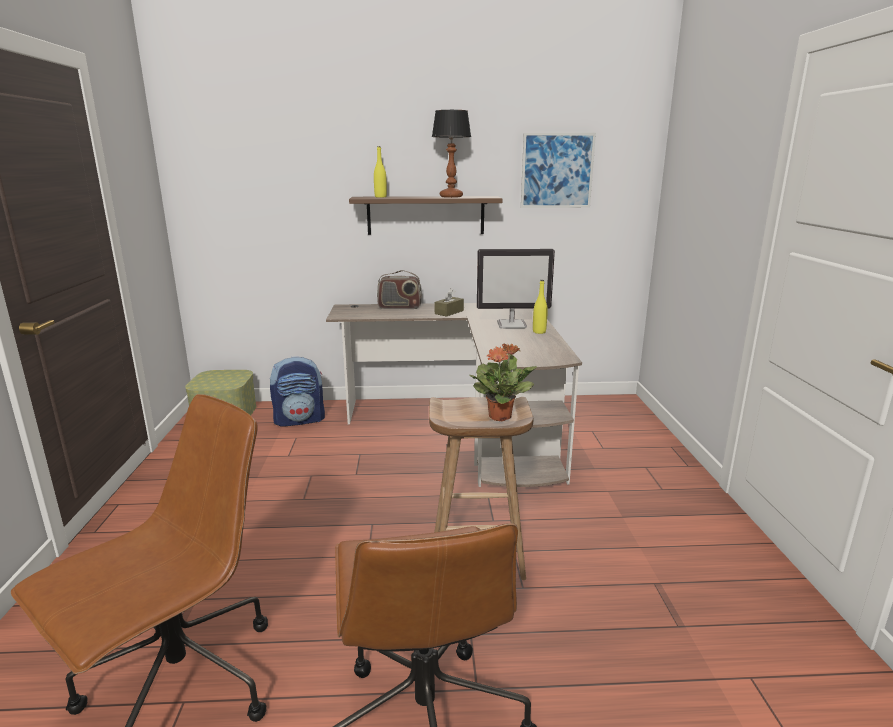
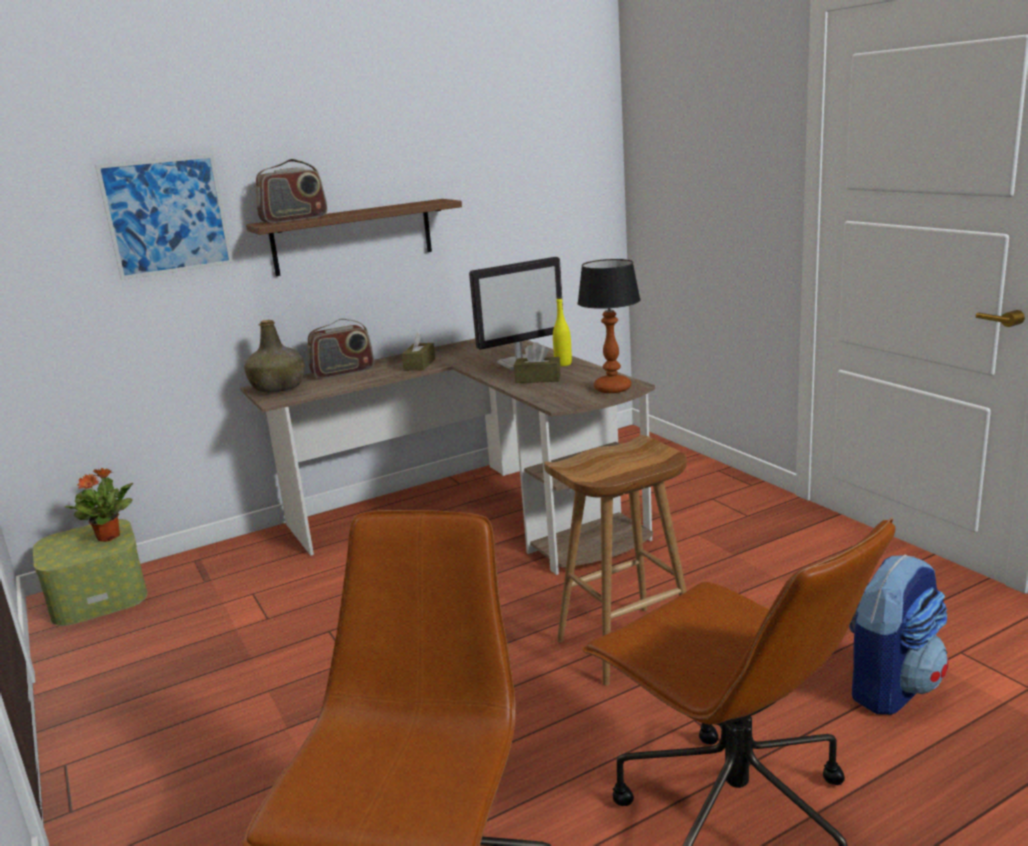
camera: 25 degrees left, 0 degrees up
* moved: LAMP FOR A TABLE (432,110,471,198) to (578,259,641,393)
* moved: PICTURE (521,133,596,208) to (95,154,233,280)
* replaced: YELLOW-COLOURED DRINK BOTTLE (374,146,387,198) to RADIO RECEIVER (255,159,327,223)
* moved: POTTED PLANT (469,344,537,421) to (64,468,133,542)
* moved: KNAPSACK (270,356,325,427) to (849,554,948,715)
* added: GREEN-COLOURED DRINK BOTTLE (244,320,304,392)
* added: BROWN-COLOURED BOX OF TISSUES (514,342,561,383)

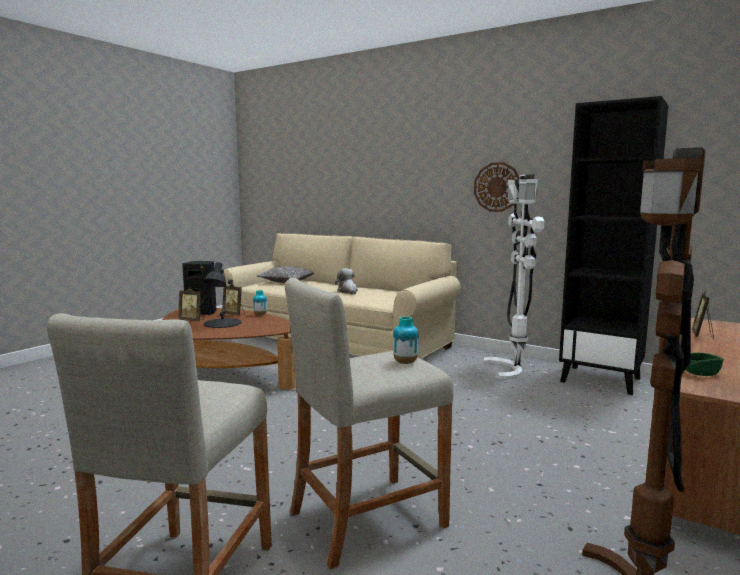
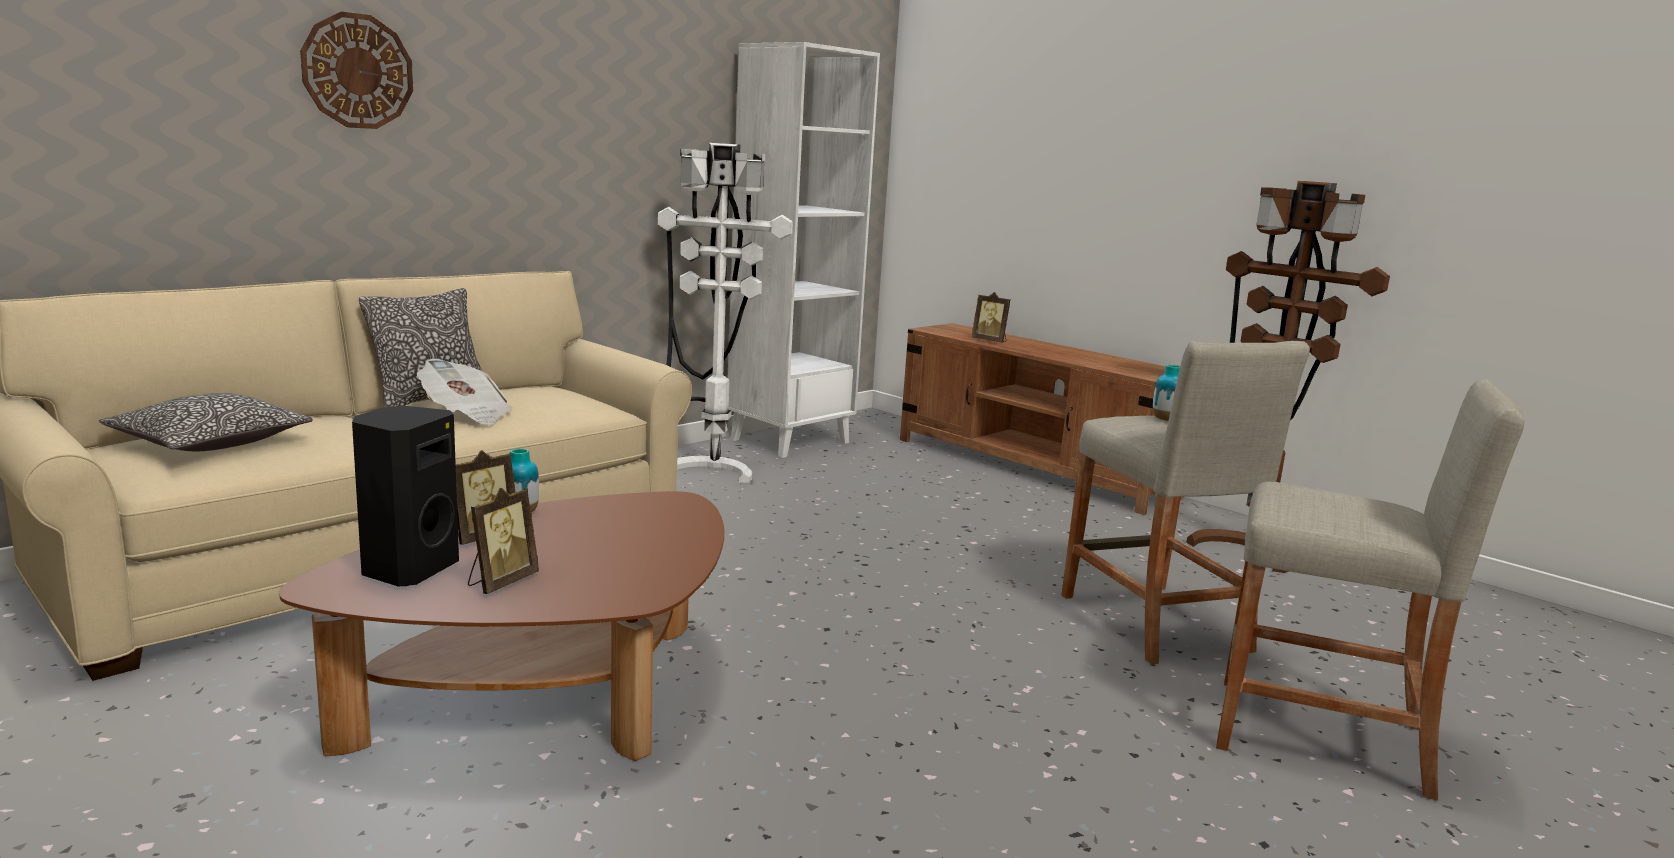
camera: 80 degrees left, 5 degrees up
* recoloured: BLACK-COLOURED SHELVING UNIT (559,96,669,395) to WHITE-COLOURED SHELVING UNIT (728,42,880,458)
* moved: WALL CLOCK (474,162,520,212) to (300,12,413,129)
* removed: BLACK-COLOURED LAMP FOR A TABLE (203,262,241,328)
* replaced: PLUSH TOY (335,268,358,295) to NEWSPAPER (417,359,513,425)
* removed: GREEN-COLOURED BOWL (685,352,724,376)
* added: PILLOW (359,288,482,408)

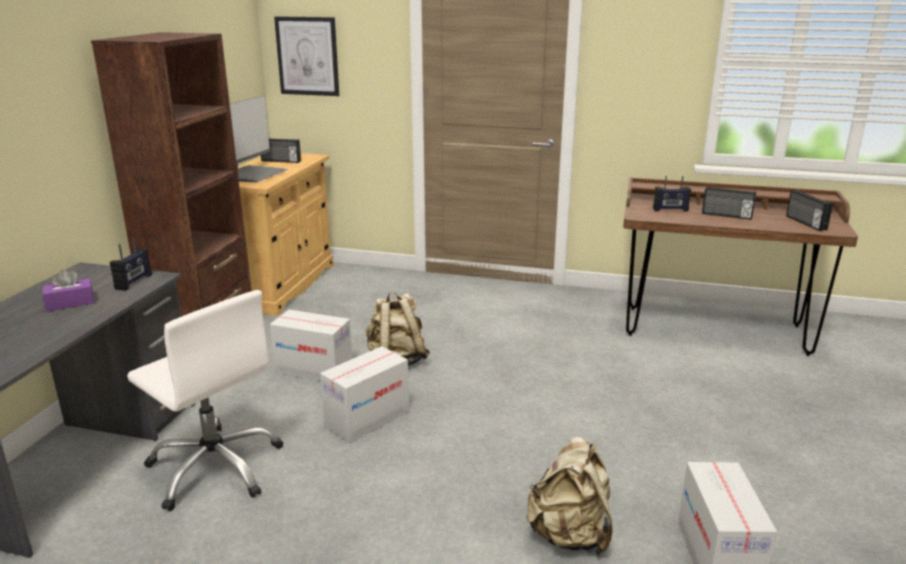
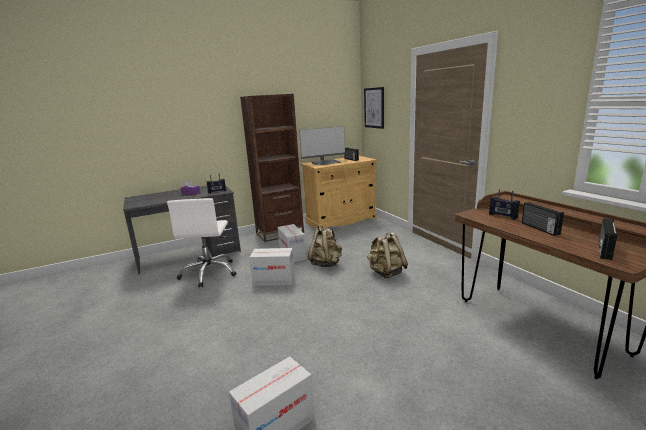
camera: 50 degrees right, 5 degrees down
* moved: SAND-COLOURED KNAPSACK (526,437,613,556) to (367,232,408,279)

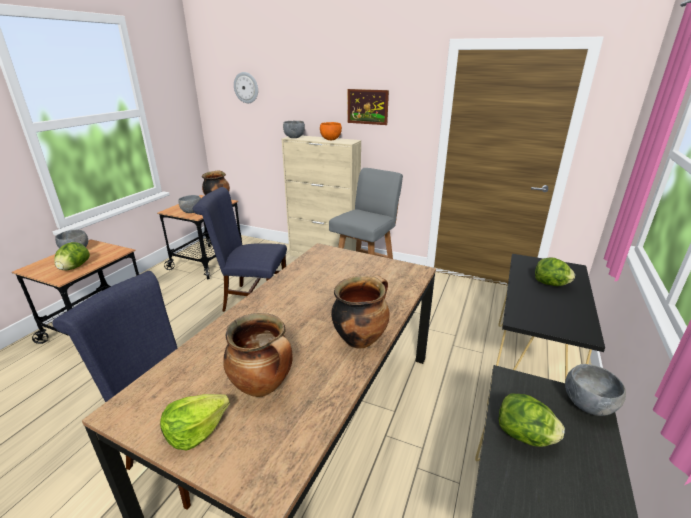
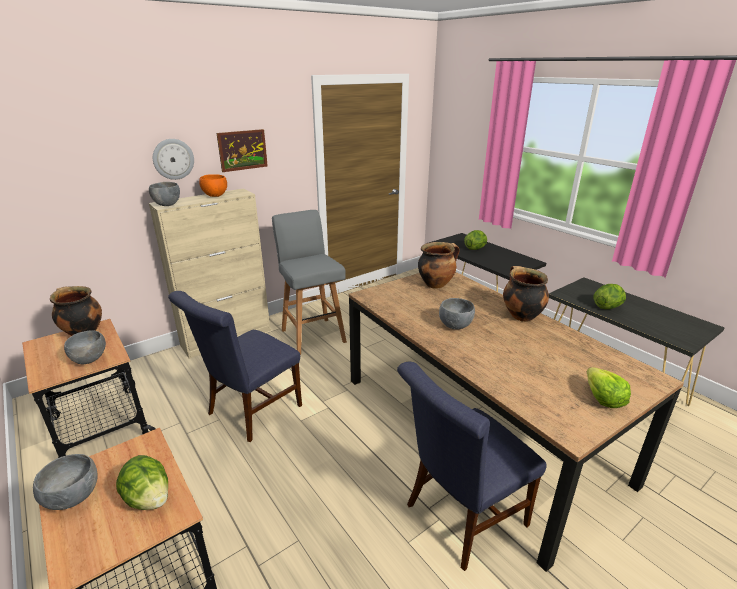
camera: 60 degrees left, 0 degrees up
* moved: WALL CLOCK (234,72,258,103) to (153,139,194,180)
* moved: SAUCEPOT (223,313,293,397) to (418,242,460,289)
* moved: GREY BOWL (565,364,626,416) to (439,298,475,330)

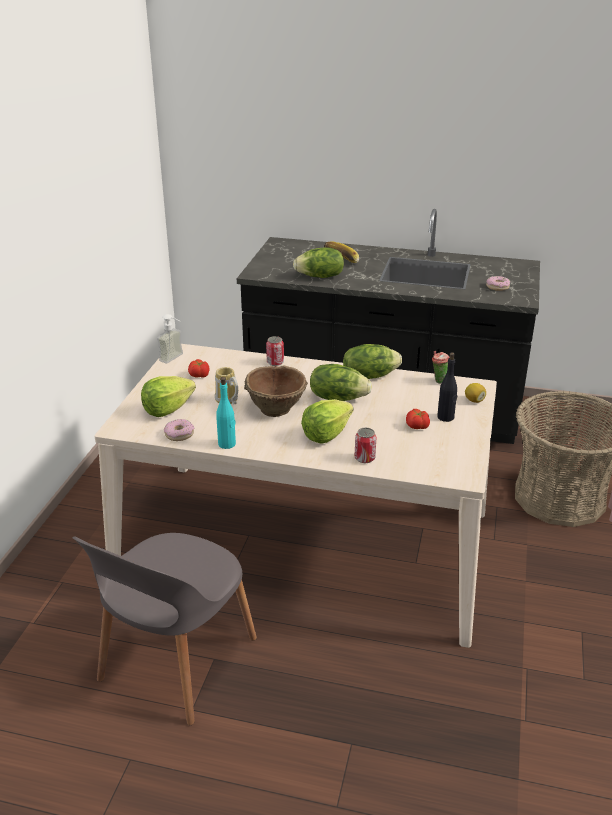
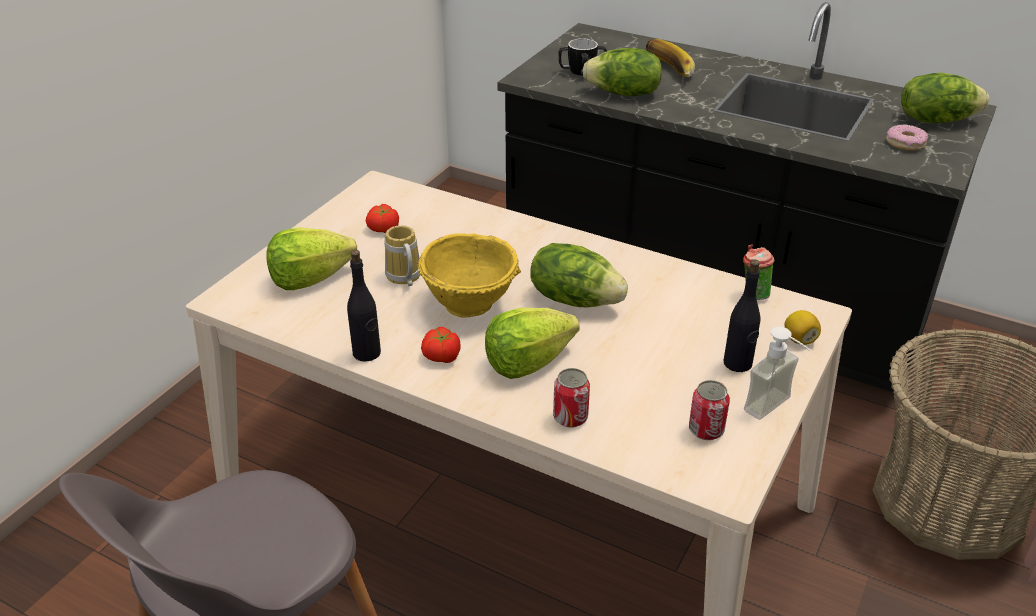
camera: 15 degrees right, 5 degrees up
* moved: LIQUID SOAP BOTTLE (157,314,183,363) to (744,327,810,420)
* moved: SEALED CAN (266,336,284,366) to (689,380,730,440)
* moved: LETTUCE (343,344,402,379) to (901,73,989,123)
* recoloured: BROWN-COLOURED BOWL (244,366,308,417) to YELLOW-COLOURED BOWL (417,233,521,317)
* recoloured: BLUE-GREEN DRINK BOTTLE (216,377,236,449) to BLACK-COLOURED DRINK BOTTLE (347,250,381,362)
* moved: FRESH TOMATO (406,409,430,429) to (421,327,461,363)
* removed: DONUT (164,419,194,441)
* added: TEA MUG (558,38,607,75)

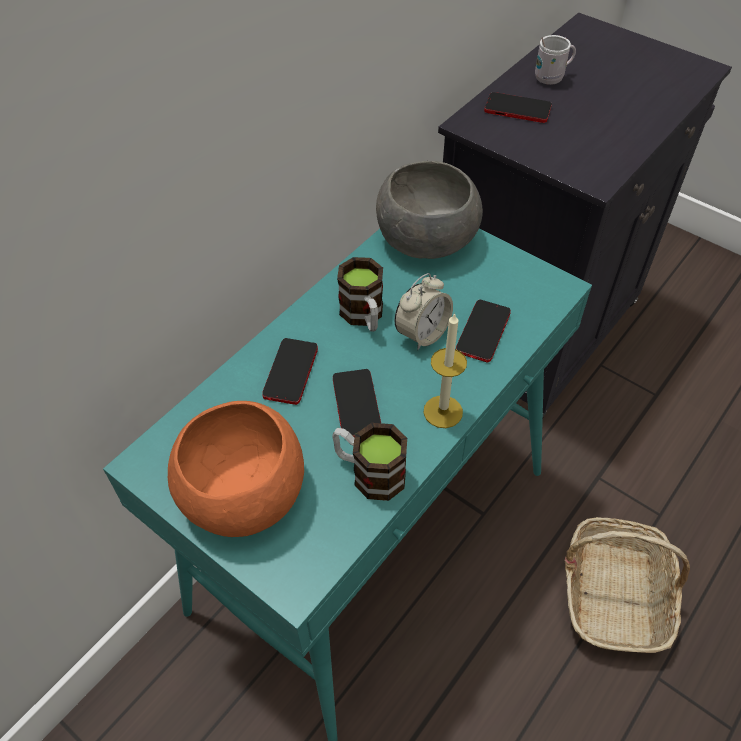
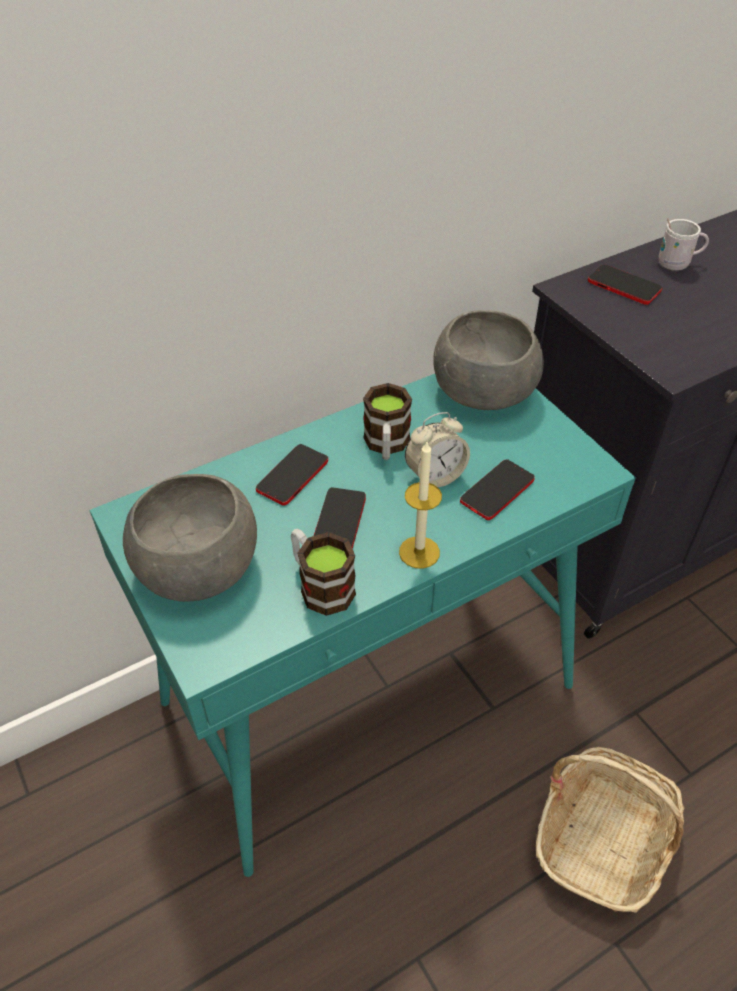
camera: 20 degrees right, 5 degrees down
* recoloured: ORANGE-COLOURED BOWL (168,401,304,537) to GREY BOWL (123,474,257,602)

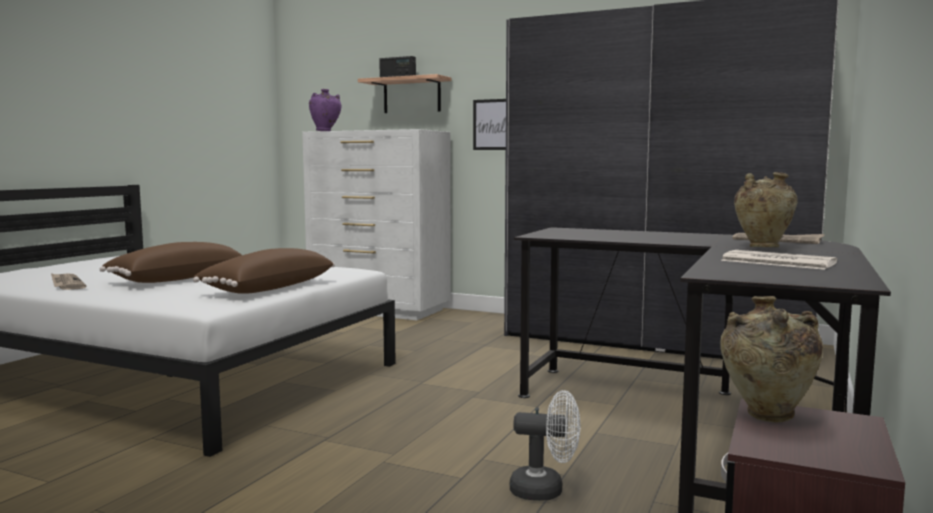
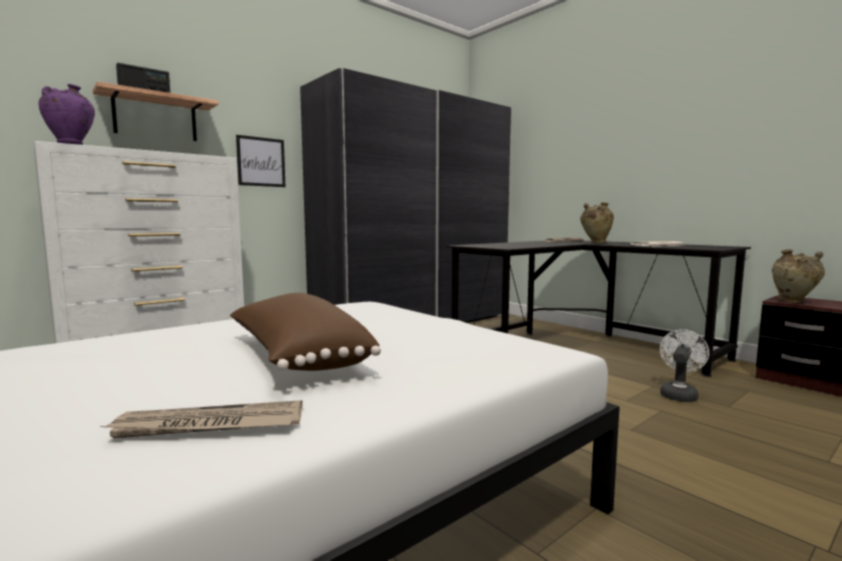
camera: 65 degrees left, 0 degrees up
* removed: BROWN-COLOURED PILLOW (193,248,335,294)

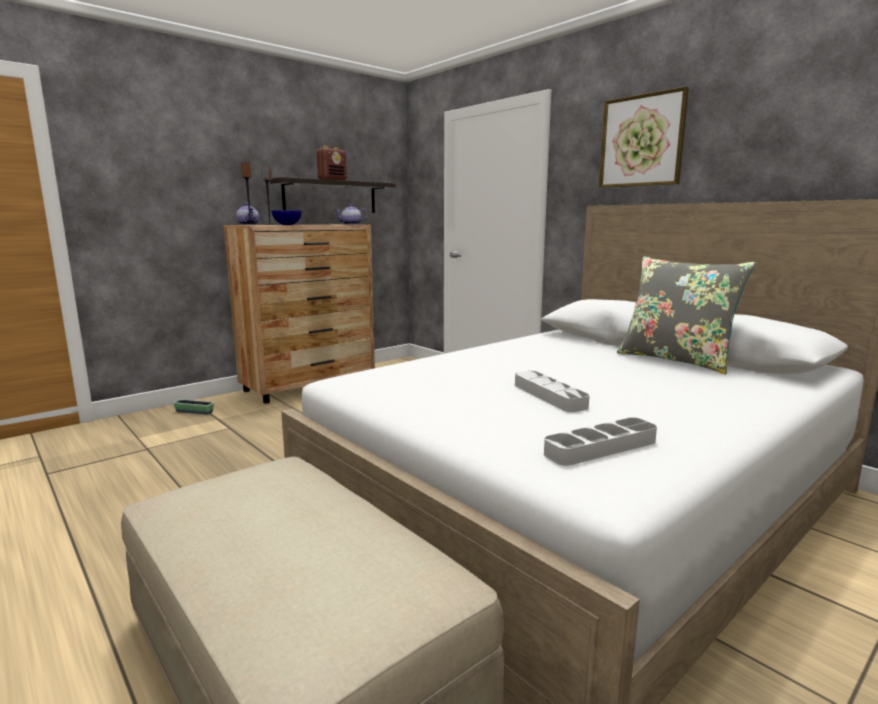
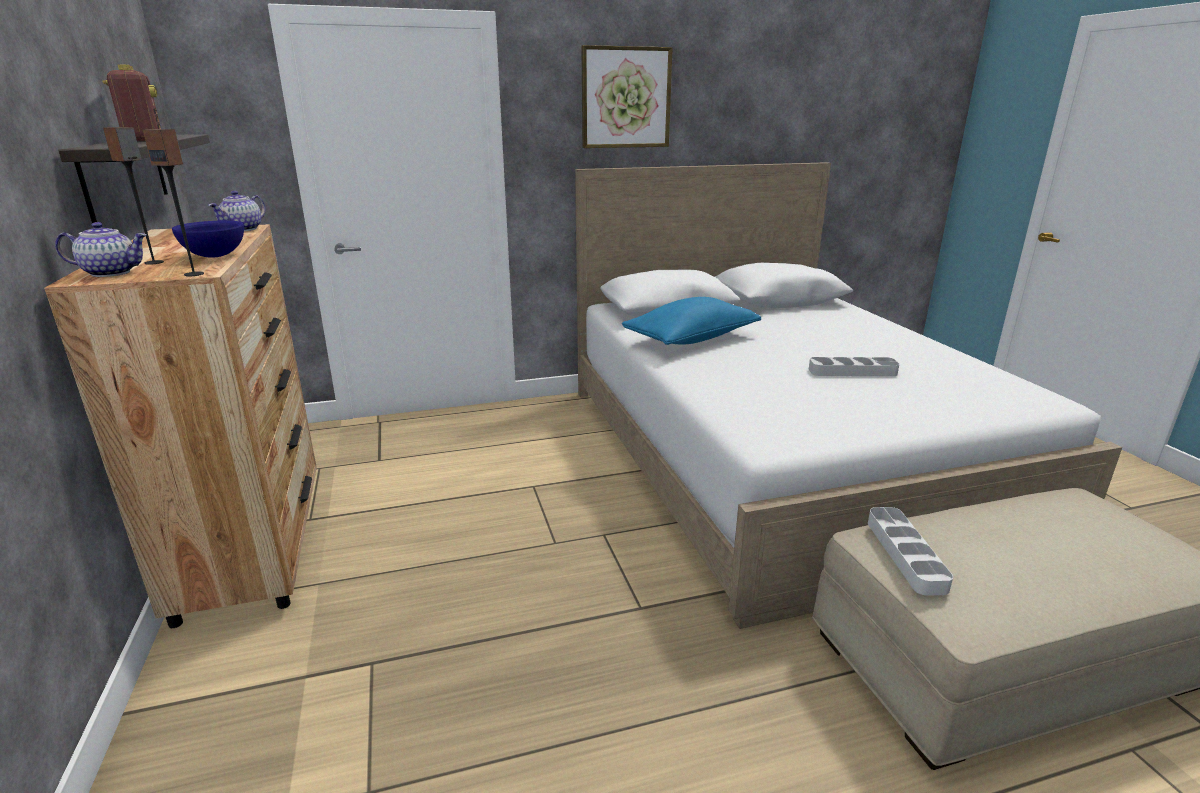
camera: 65 degrees left, 10 degrees up
* removed: GREY PILLOW (617,257,756,374)
* removed: PLANTER (173,399,214,415)
* moved: GREY CARRYING TRAY (544,417,657,466) to (868,507,953,596)
* added: BLUE-COLOURED PILLOW (622,297,761,345)

